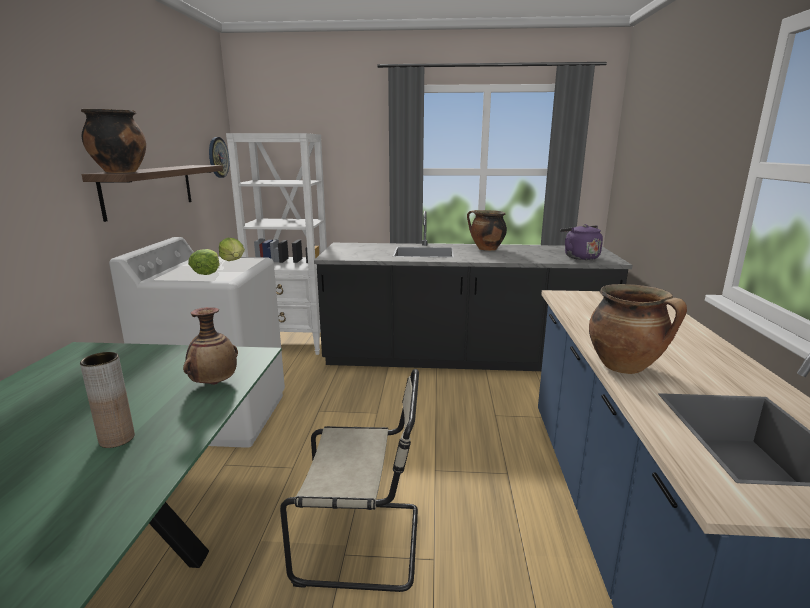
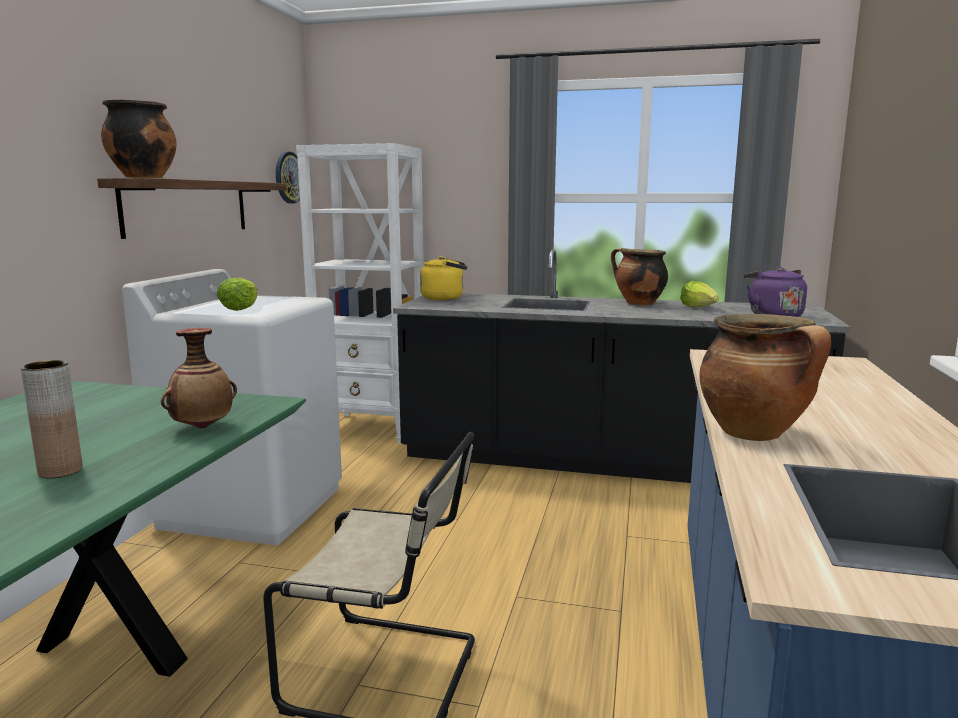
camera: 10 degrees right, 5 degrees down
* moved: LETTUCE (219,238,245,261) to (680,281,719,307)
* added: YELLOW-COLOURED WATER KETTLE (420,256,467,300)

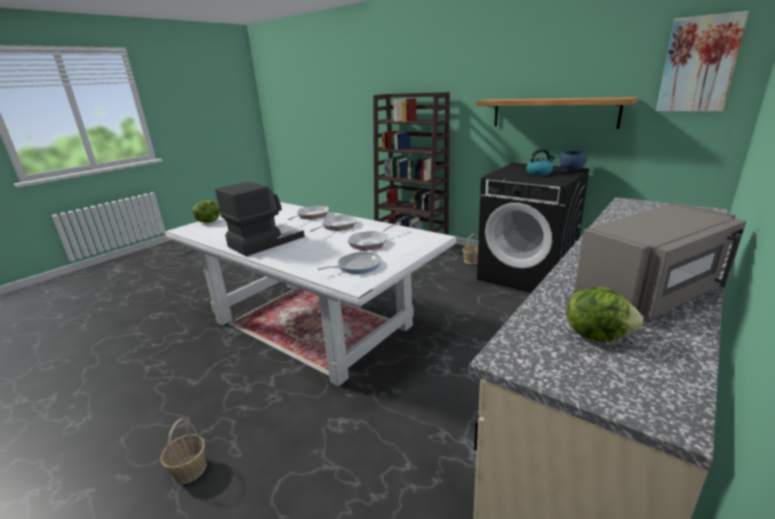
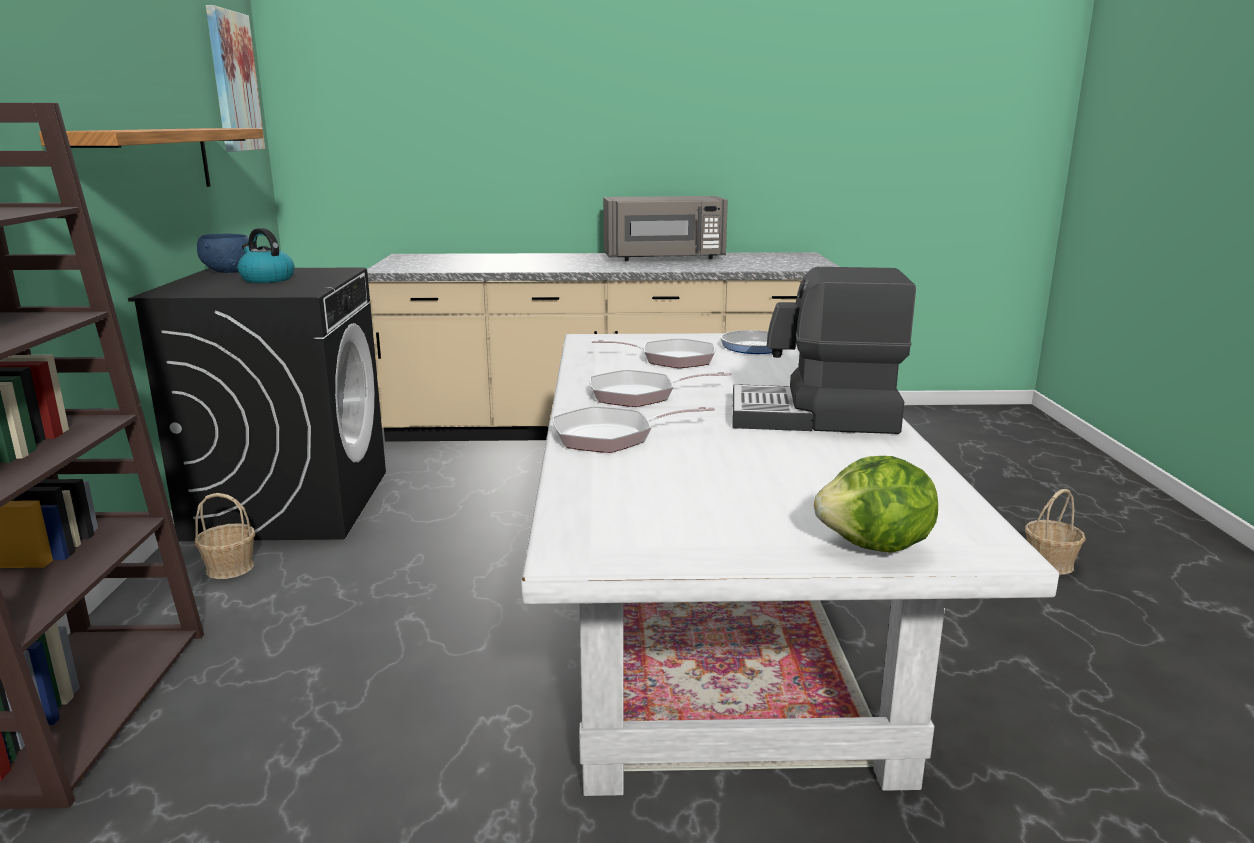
camera: 130 degrees left, 5 degrees down
* turned: GREY KITCHEN MICROWAVE (574,202,746,318) = (603,196,728,261) 150 degrees clockwise
* removed: LETTUCE (567,287,643,342)

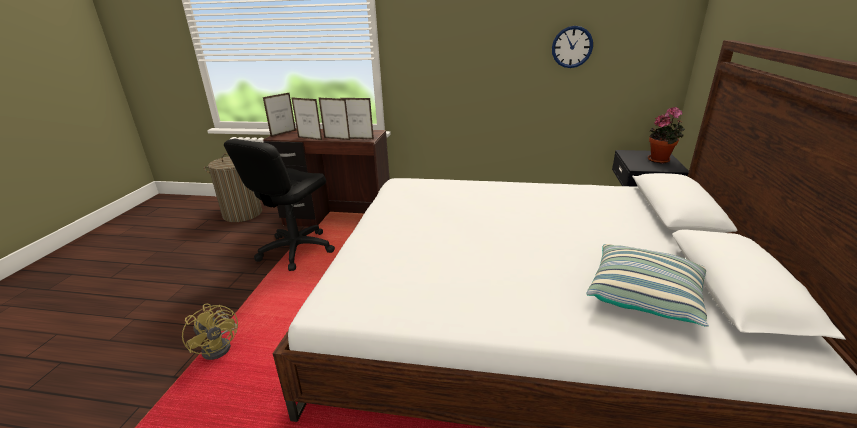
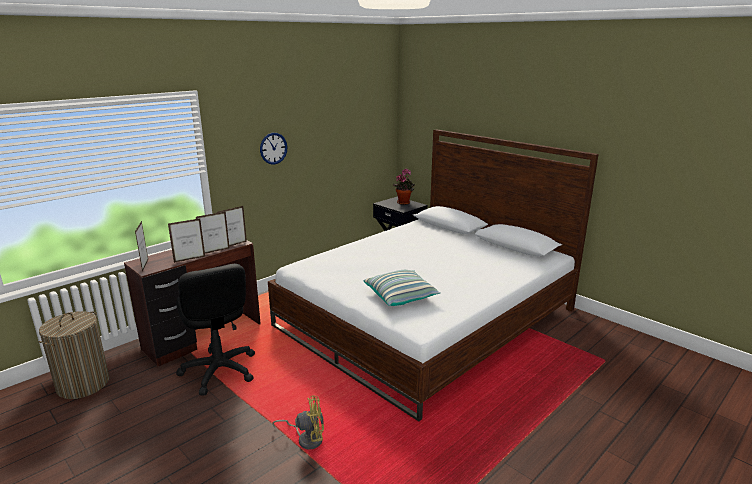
camera: 55 degrees left, 5 degrees down
* moved: WALL CLOCK (552,26,593,68) to (260,133,287,164)
* moved: PILLOW (586,244,709,327) to (363,270,441,306)

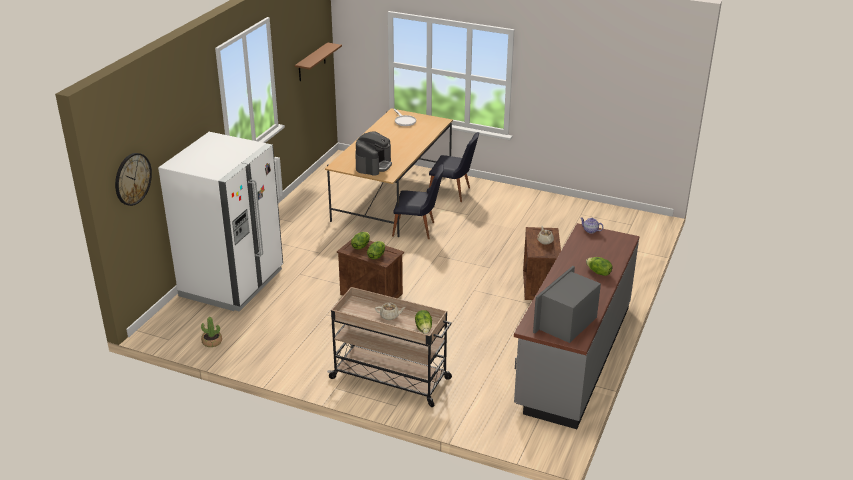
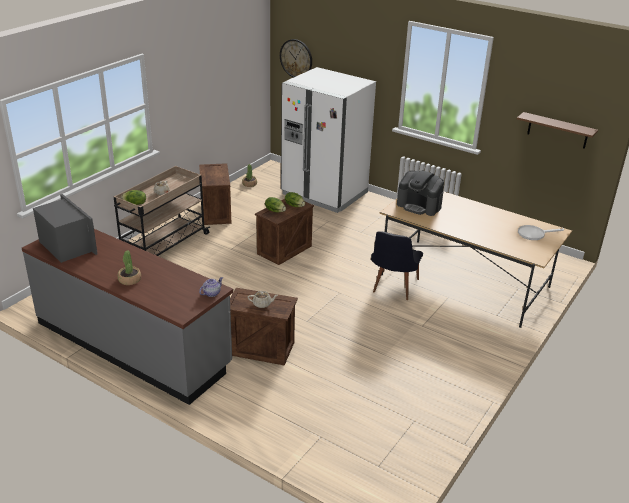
camera: 100 degrees right, 0 degrees up
* removed: BLACK-COLOURED PLAIN CHAIR (429,132,479,202)
* replaced: LETTUCE (586,257,612,276) to POTTED PLANT (118,250,141,285)
* added: CRATE (199,163,232,225)

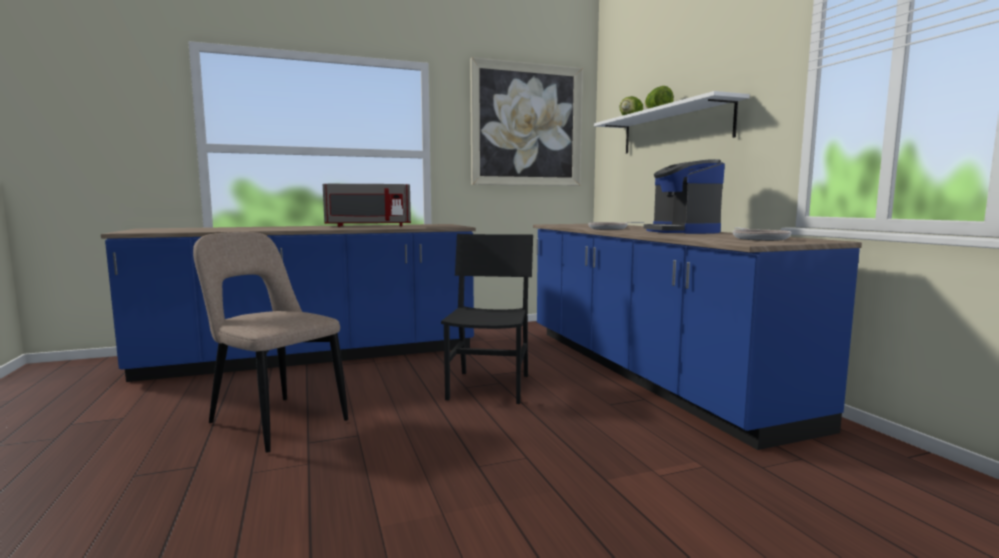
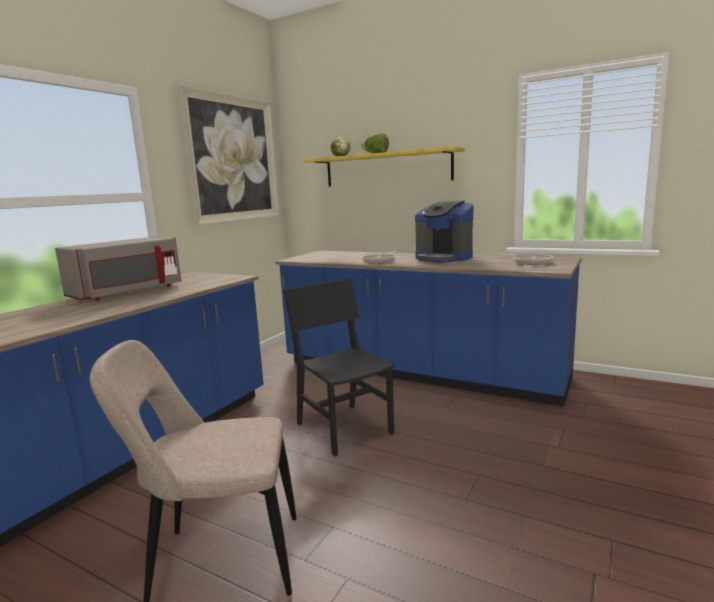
camera: 40 degrees left, 5 degrees up
* recoloured: WHITE-COLOURED BRACKET SHELF (594,91,750,154) to YELLOW-COLOURED BRACKET SHELF (303,146,465,186)

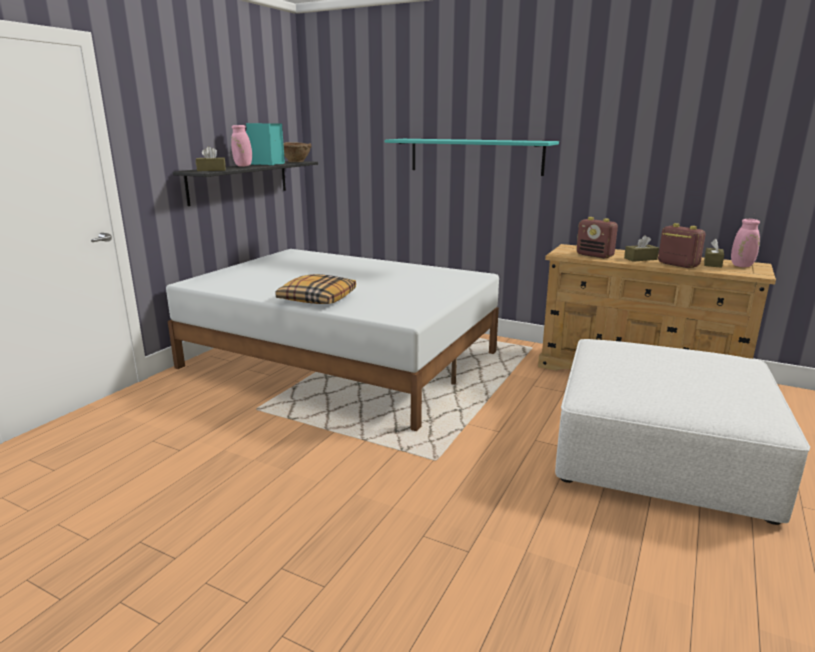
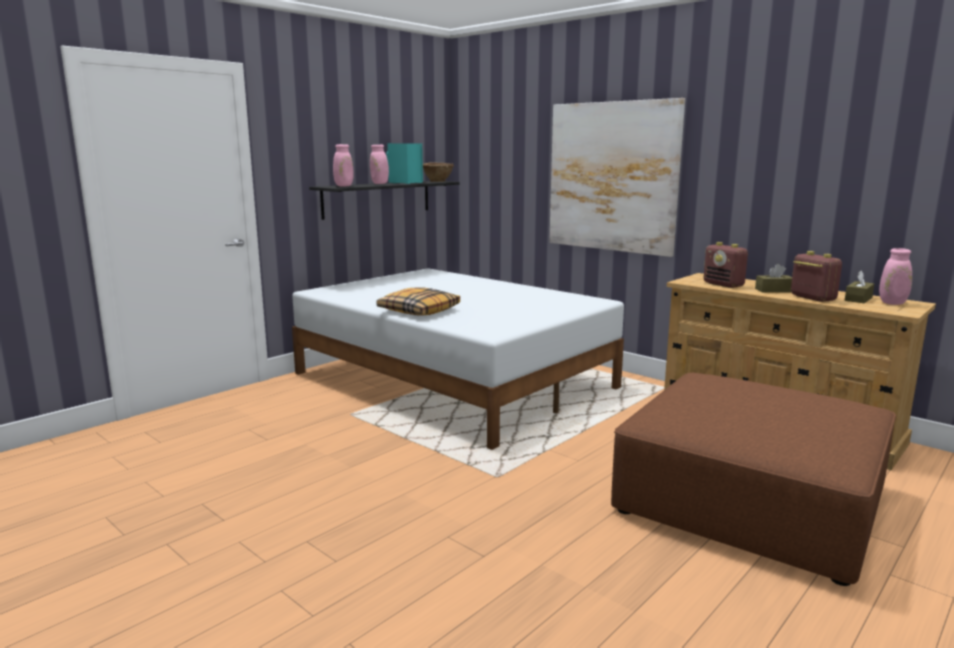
camera: 15 degrees right, 5 degrees down
* replaced: BLUE-GREEN BRACKET SHELF (385,139,559,176) to PICTURE (549,98,685,257)
* replaced: BROWN-COLOURED BOX OF TISSUES (196,146,226,171) to PINKISH FLOWER VASE (333,144,354,187)
* recoloured: WHITE-COLOURED POUFFE (555,339,810,525) to BROWN-COLOURED POUFFE (611,373,896,586)

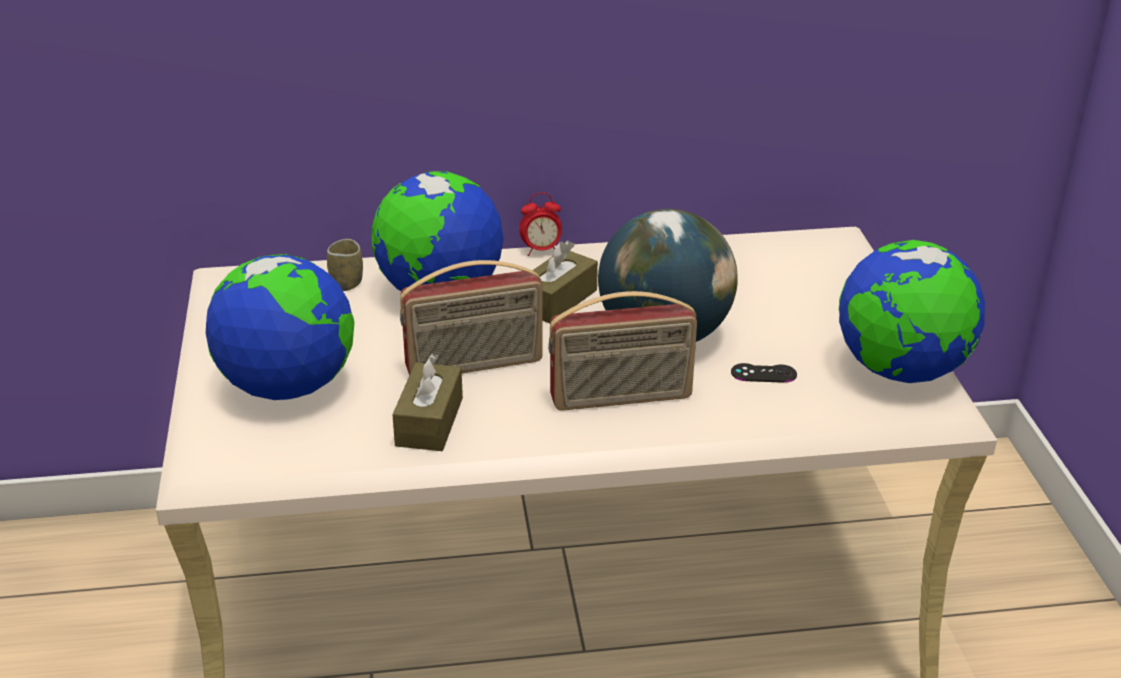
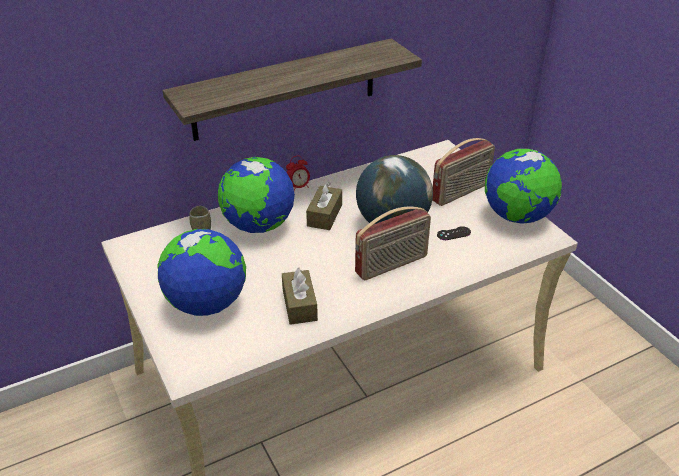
camera: 20 degrees left, 5 degrees up
* moved: RADIO RECEIVER (400,260,543,375) to (432,138,495,206)
* added: BRACKET SHELF (162,38,422,141)

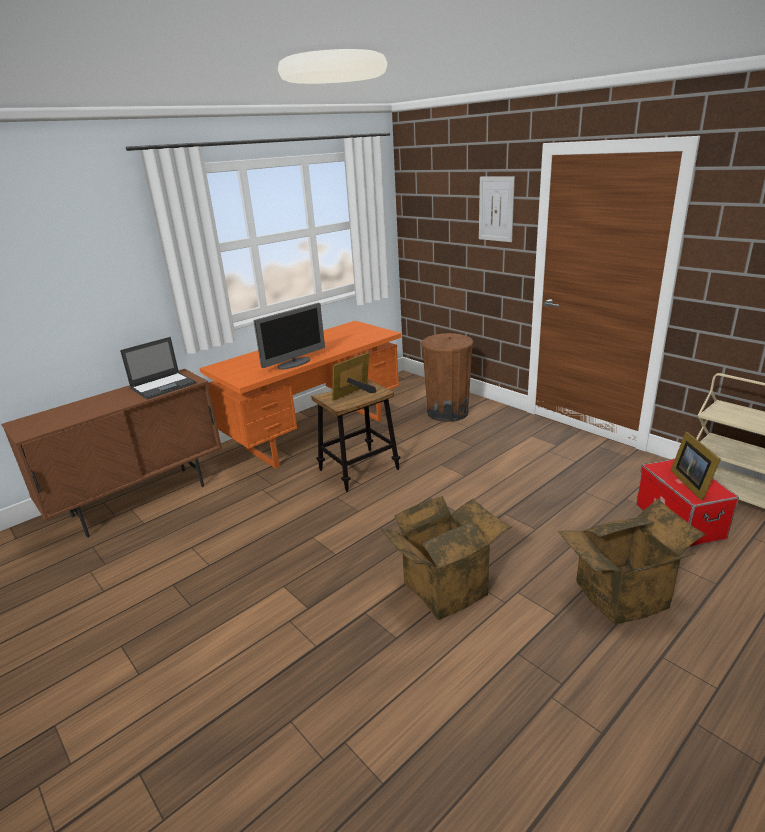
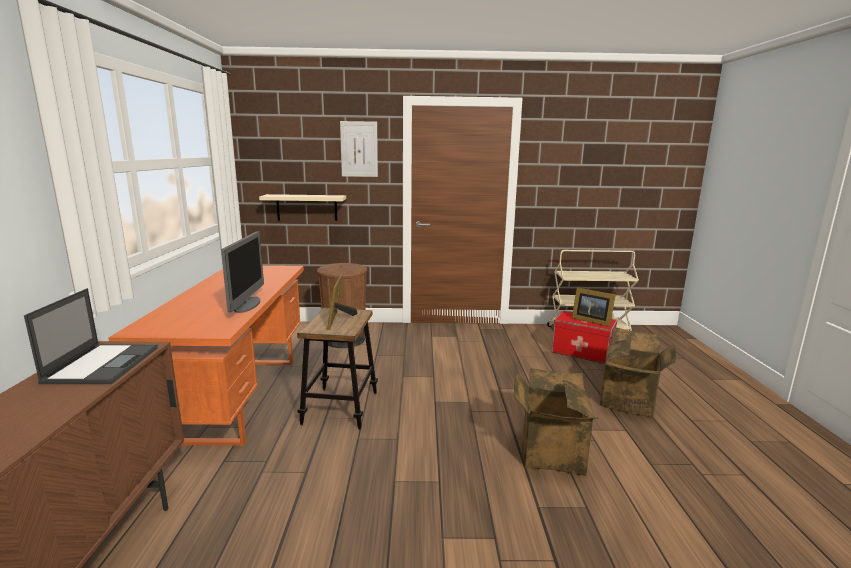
camera: 50 degrees left, 10 degrees down
* added: SAND-COLOURED BRACKET SHELF (259,194,346,221)

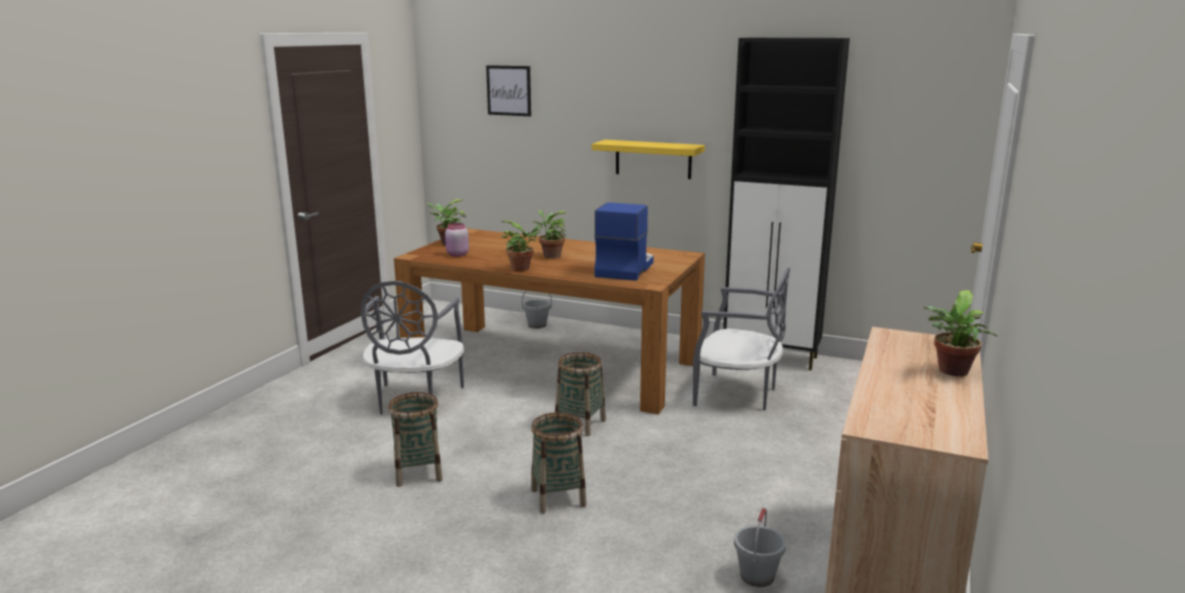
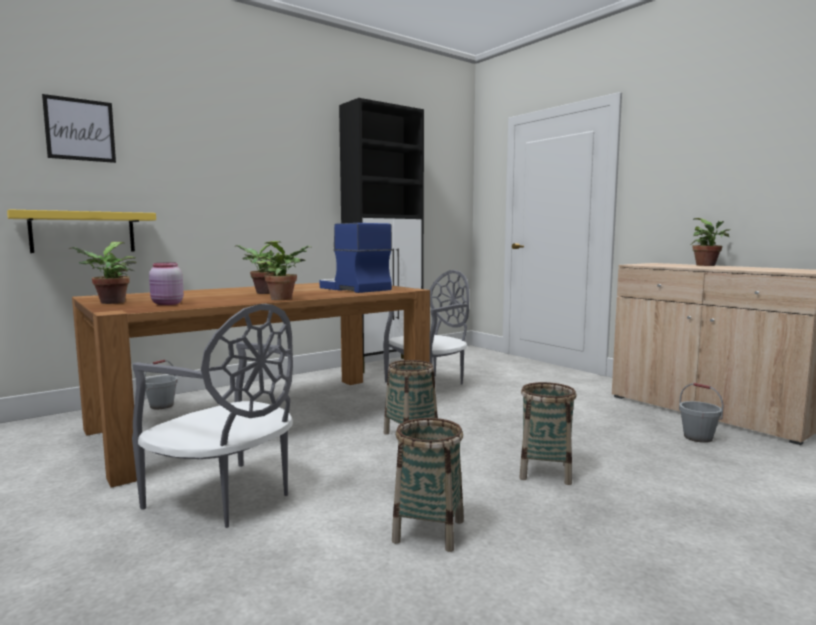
camera: 60 degrees left, 10 degrees down
* moved: YELLOW-COLOURED BRACKET SHELF (592,140,705,179) to (7,209,156,253)

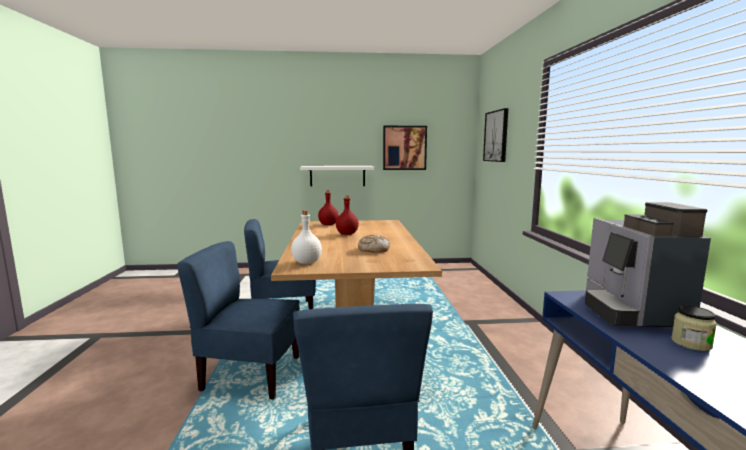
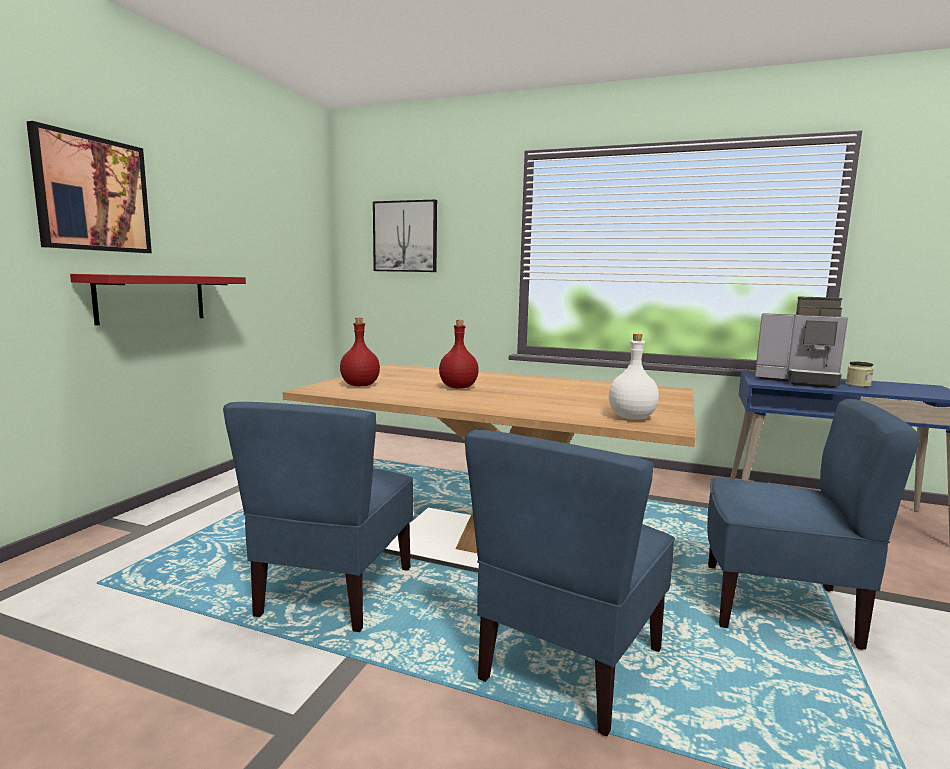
camera: 65 degrees left, 0 degrees up
* moved: PICTURE (383,126,427,170) to (26,121,152,253)
* recoloured: WHITE-COLOURED BRACKET SHELF (300,166,374,187) to RED-COLOURED BRACKET SHELF (70,274,246,326)
* removed: BAKERY BREAD (358,235,390,253)

